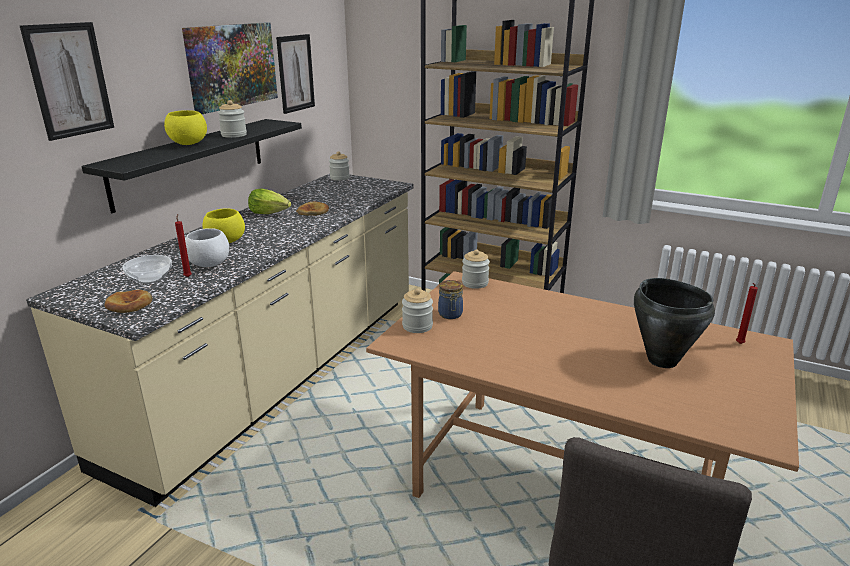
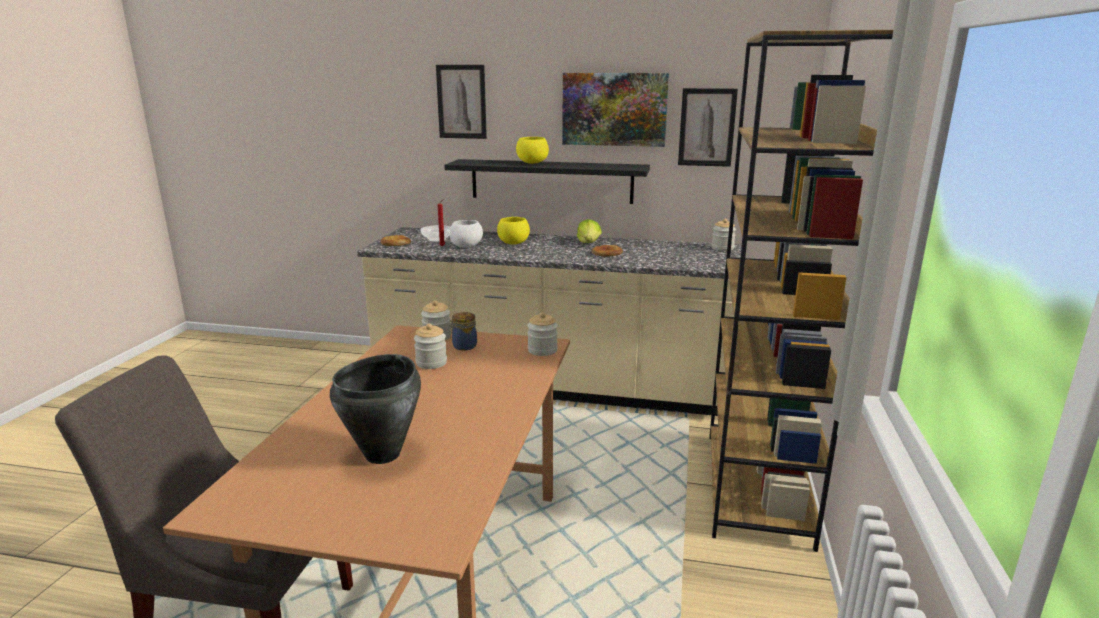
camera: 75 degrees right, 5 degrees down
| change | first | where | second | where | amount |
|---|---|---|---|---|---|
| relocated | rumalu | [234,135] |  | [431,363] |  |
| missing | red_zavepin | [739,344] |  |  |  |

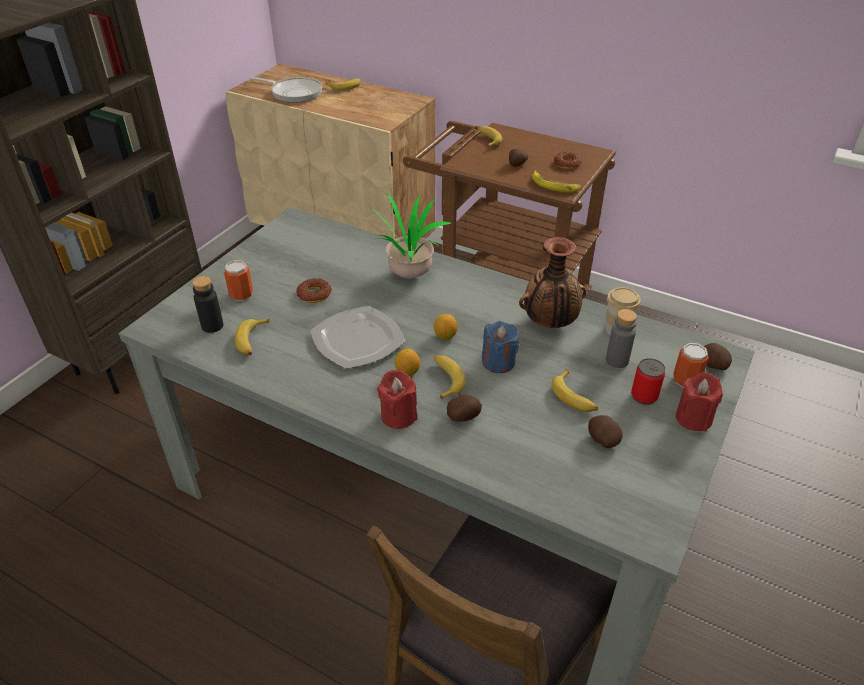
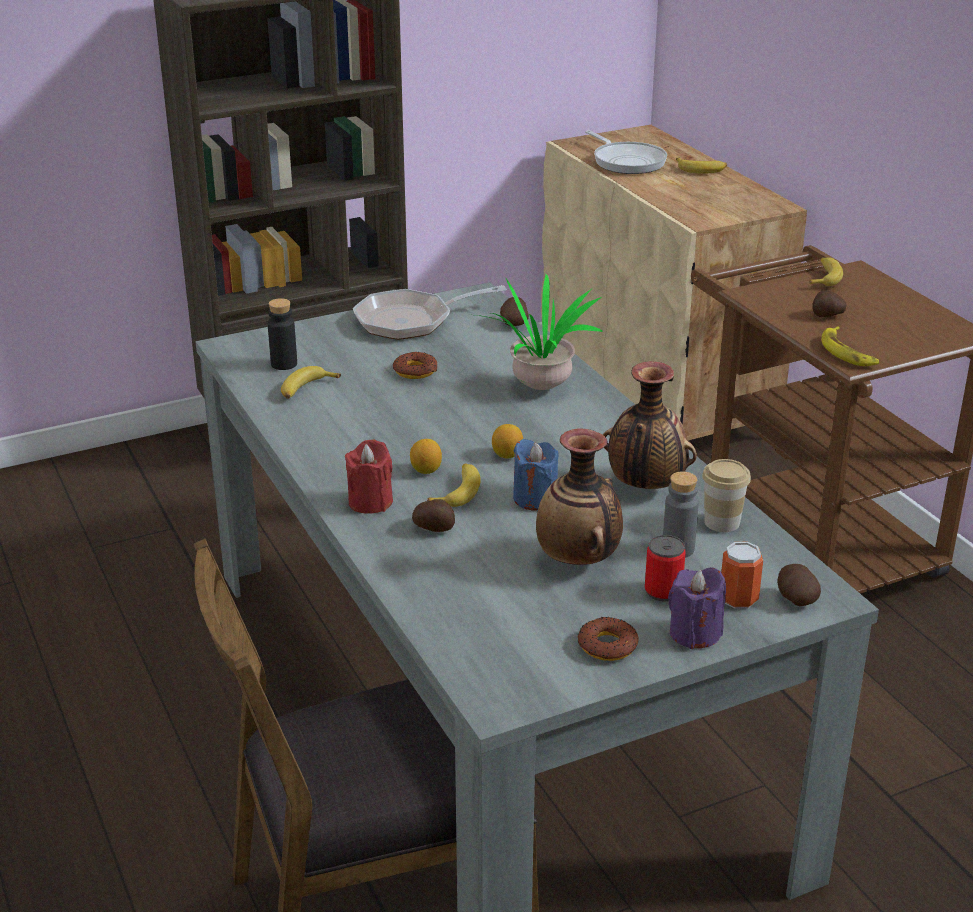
camera: 35 degrees right, 10 degrees down
| change | first | where | second | where | amount |
|---|---|---|---|---|---|
| relocated | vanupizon | [566,164] |  | [607,645] |  |
| missing | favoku | [241,294] |  |  |  |
| missing | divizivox | [357,340] |  |  |  |
| exchanged | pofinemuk | [574,397] | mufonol | [578,560] |  |
| colour | red_zavepin | [693,418] | purple_zavepin | [695,633] |  |
| relocated | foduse | [602,440] |  | [513,323] |  |
| appeared |  |  | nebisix | [411,321] |  |

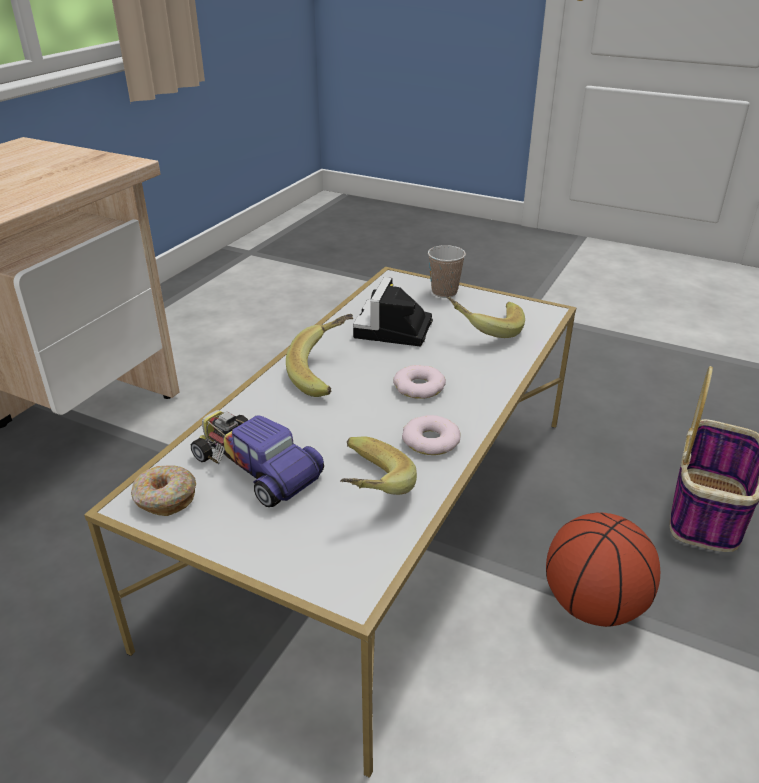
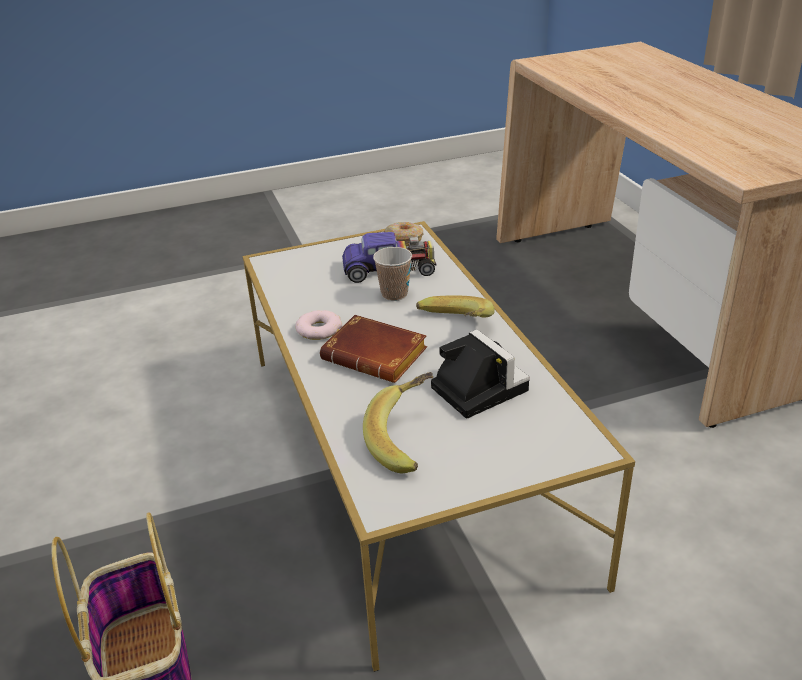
camera: 135 degrees right, 0 degrees up
| change | first | where | second | where | amount |
|---|---|---|---|---|---|
| relocated | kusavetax | [444,292] |  | [394,294] |  |
| exchanged | vanupizon | [419,387] | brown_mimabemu | [378,356] |  |
| missing | pofinemuk | [364,488] |  |  |  |
| missing | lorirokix | [593,605] |  |  |  |

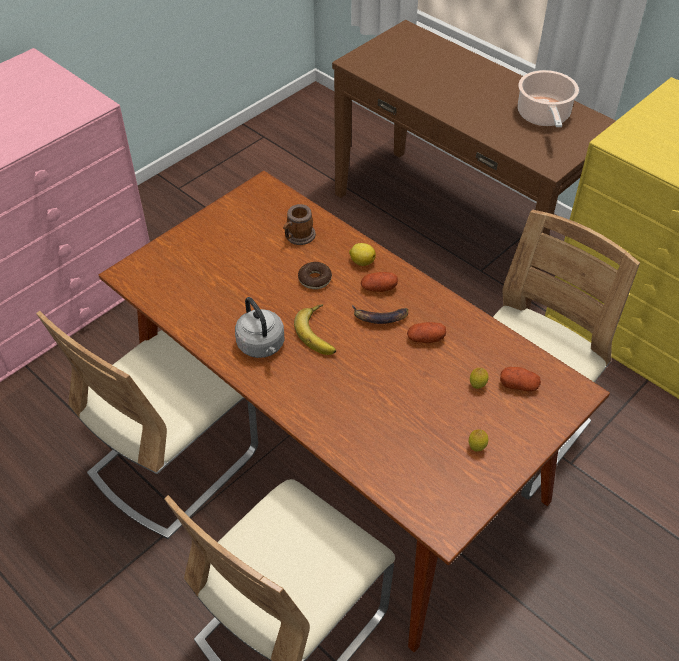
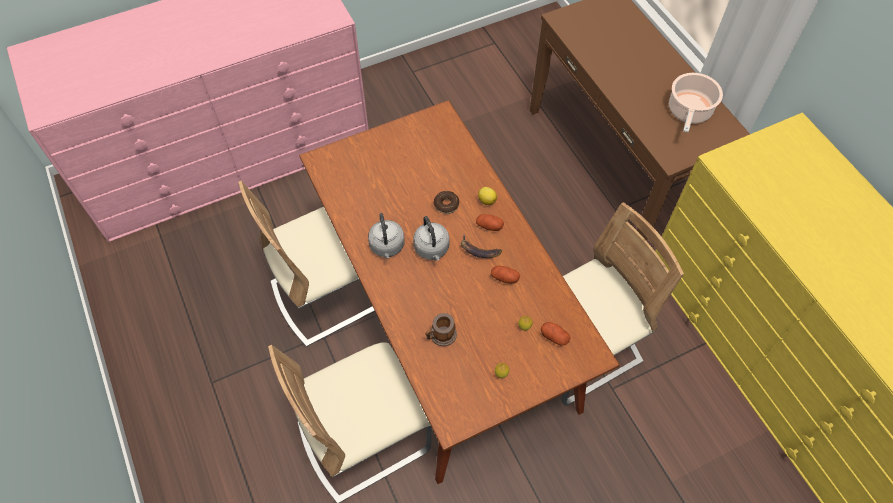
camera: 20 degrees right, 10 degrees up
| change | first | where | second | where | amount |
|---|---|---|---|---|---|
| relocated | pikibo | [298,237] |  | [440,336] |  |
| exchanged | pofinemuk | [320,333] | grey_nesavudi | [432,249] |  |

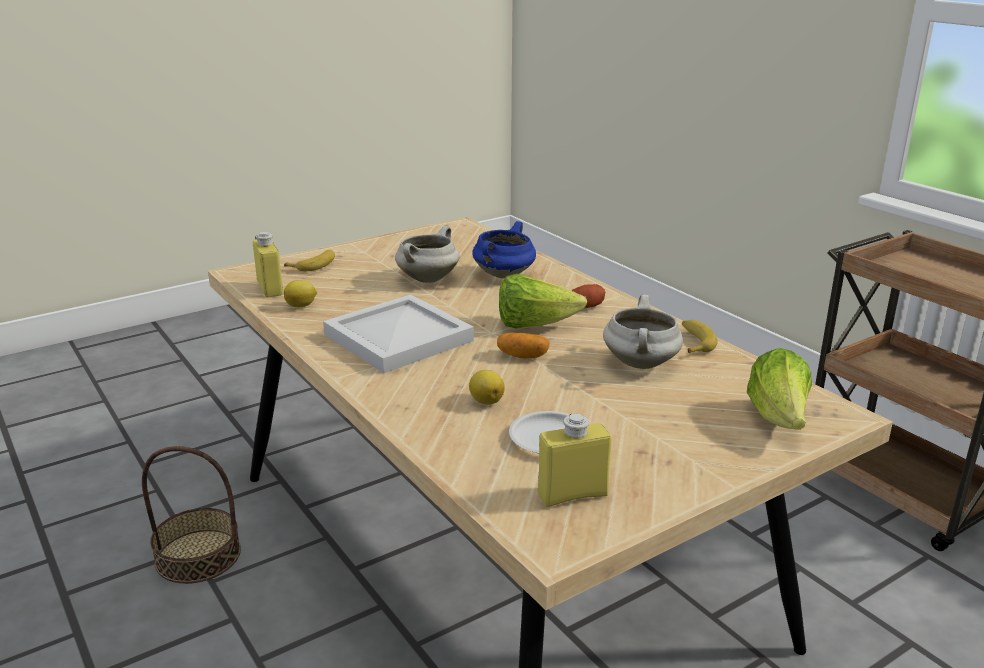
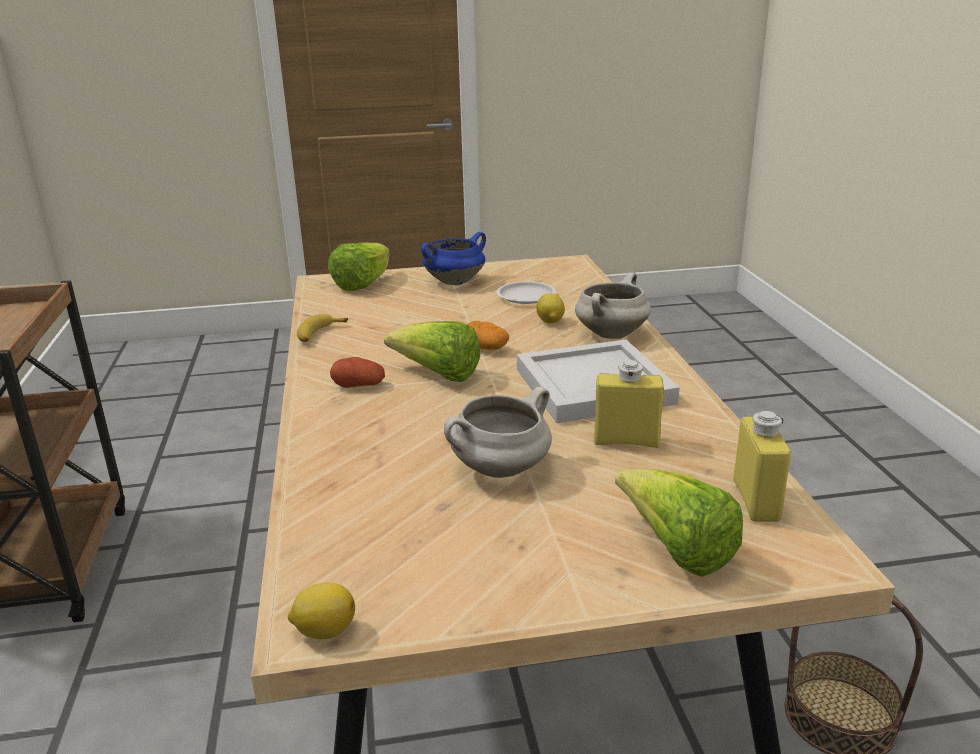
camera: 155 degrees left, 0 degrees up
| change | first | where | second | where | amount |
|---|---|---|---|---|---|
| relocated | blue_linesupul | [504,276] |  | [455,282] |  |
| exchanged | pofinemuk | [314,265] | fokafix | [676,550] |  |
| relocated | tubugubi | [301,306] |  | [324,631] |  |
| relocated | white_linesupul | [641,364] |  | [611,334] |  |
| relocated | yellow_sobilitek | [572,495] |  | [626,441] |  |

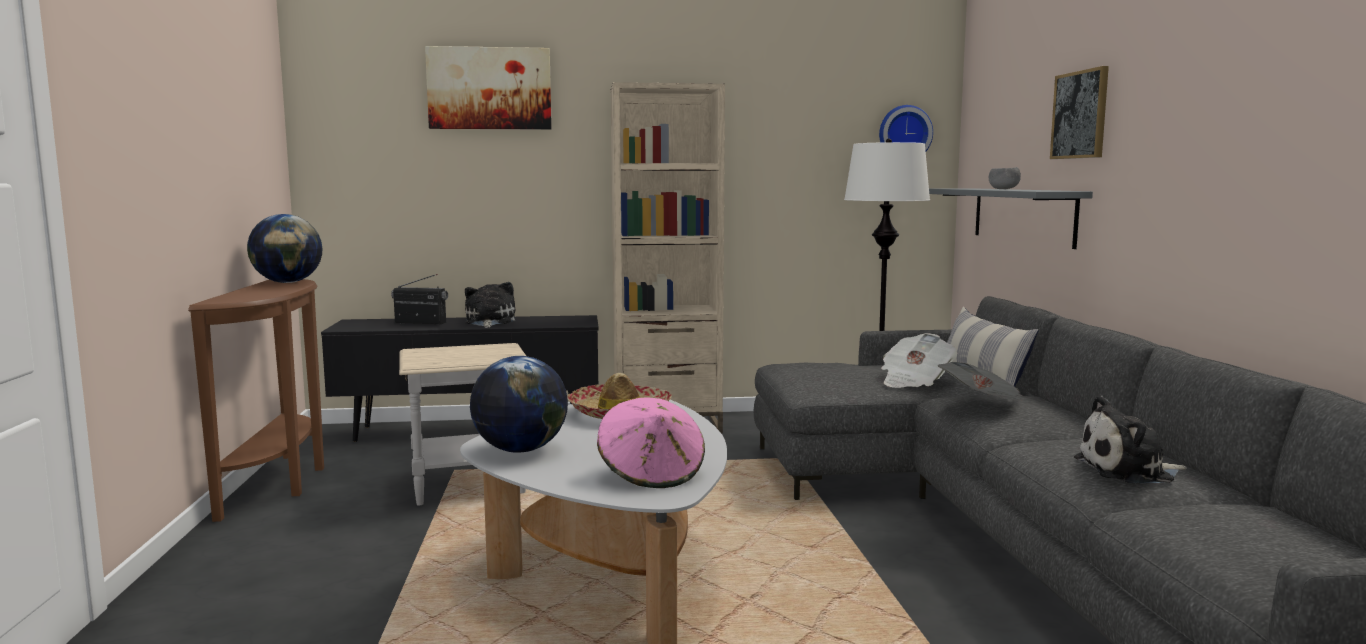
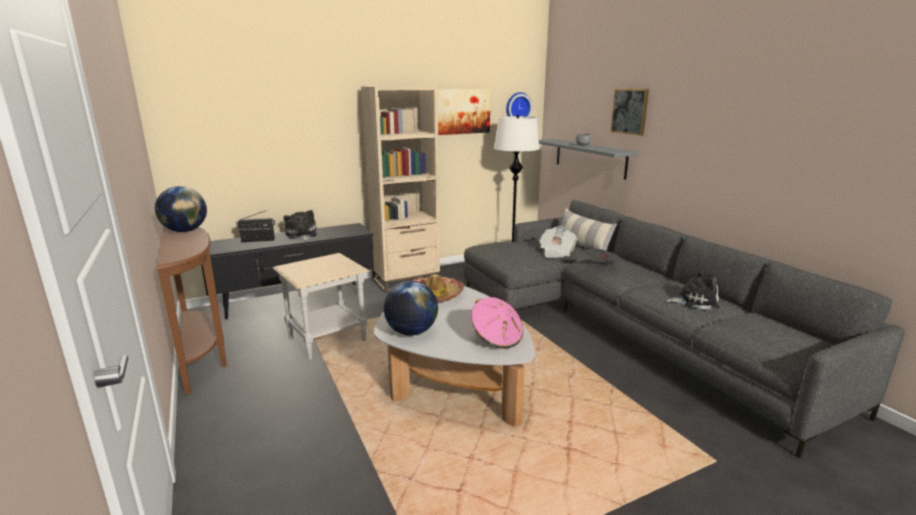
camera: 20 degrees left, 10 degrees up
| change | first | where | second | where | amount |
|---|---|---|---|---|---|
| relocated | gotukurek | [489,88] |  | [459,111] |  |
| spun | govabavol | [1129,471] |  | [694,301] | 150 degrees counterclockwise |

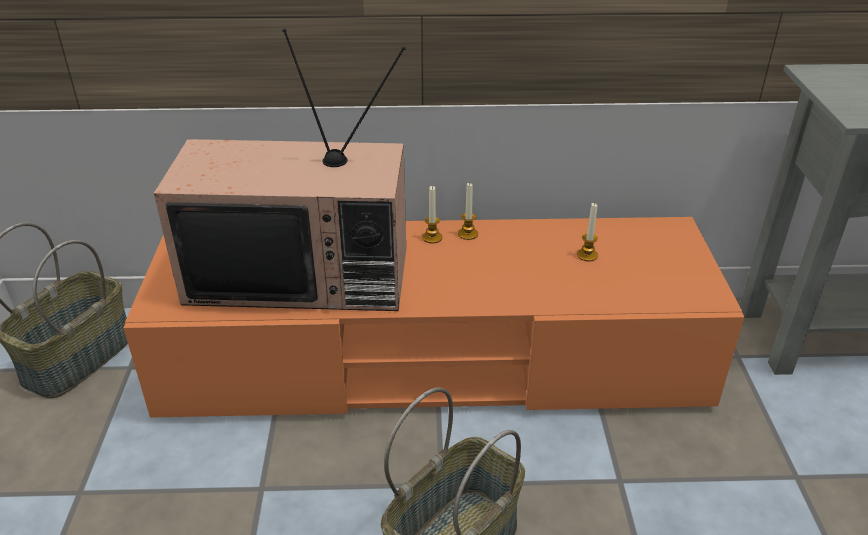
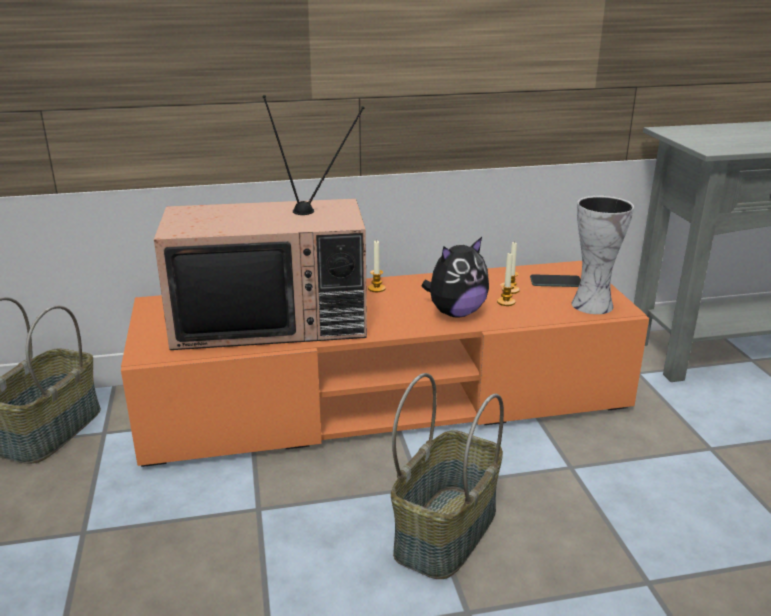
camera: 10 degrees left, 10 degrees down
| change | first | where | second | where | amount |
|---|---|---|---|---|---|
| relocated | zavepin | [468,234] |  | [506,302] |  |
| appeared |  |  | mufonol | [590,304] |  |
| appeared |  |  | govabavol | [455,313] |  |
| appeared |  |  | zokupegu | [555,282] |  |

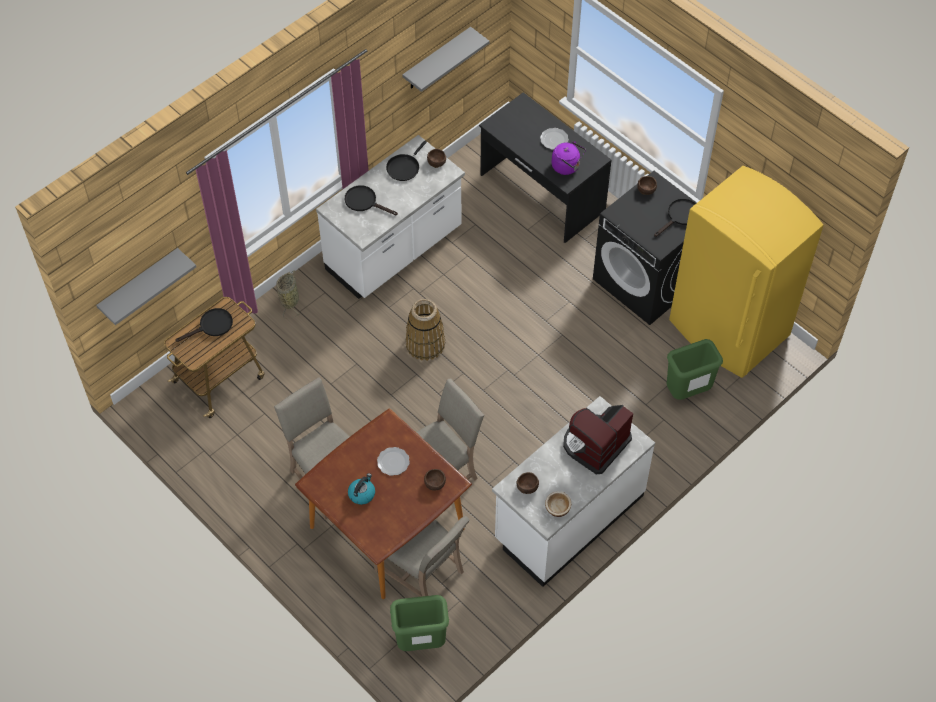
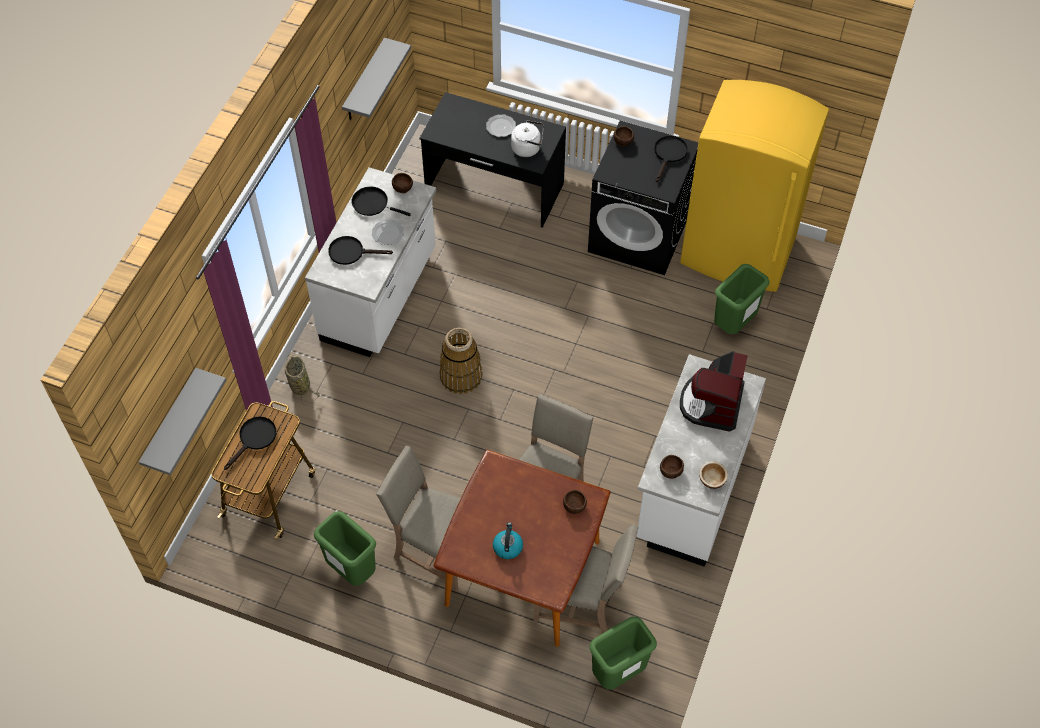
camera: 25 degrees left, 0 degrees up
| change | first | where | second | where | amount |
|---|---|---|---|---|---|
| spun | black_nebisix | [404,167] |  | [373,204] | 105 degrees clockwise |
| colour | purple_nesavudi | [567,167] | white_nesavudi | [528,148] |  |
| relocated | divizivox | [393,462] |  | [387,233] |  |
| appeared |  |  | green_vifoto | [351,570] |  |

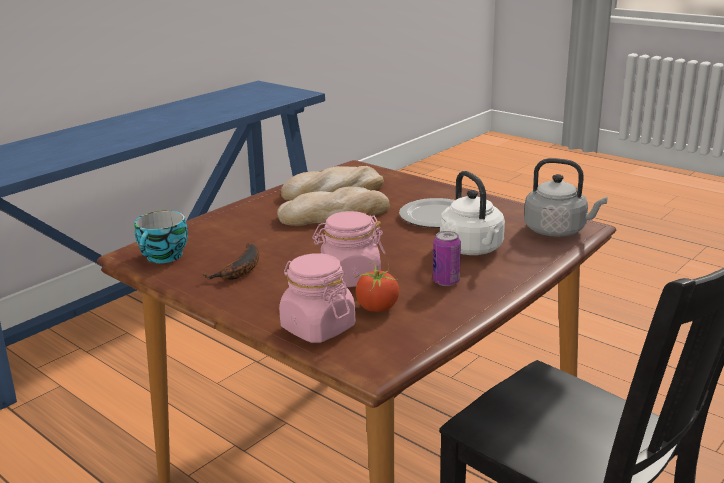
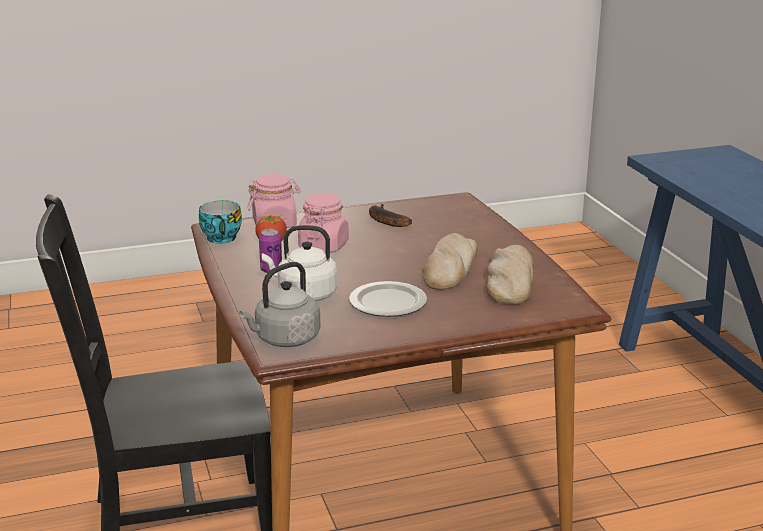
camera: 120 degrees right, 0 degrees up
| change | first | where | second | where | amount |
|---|---|---|---|---|---|
| relocated | kusavetax | [164,257] |  | [219,237] |  |

